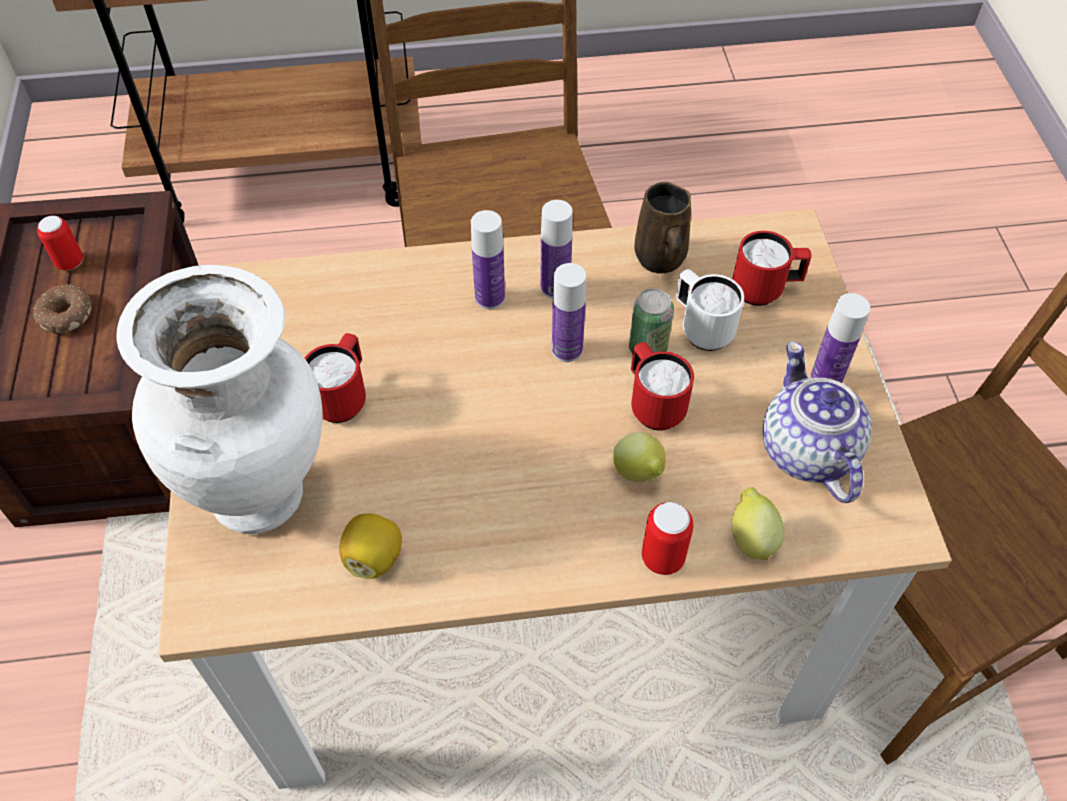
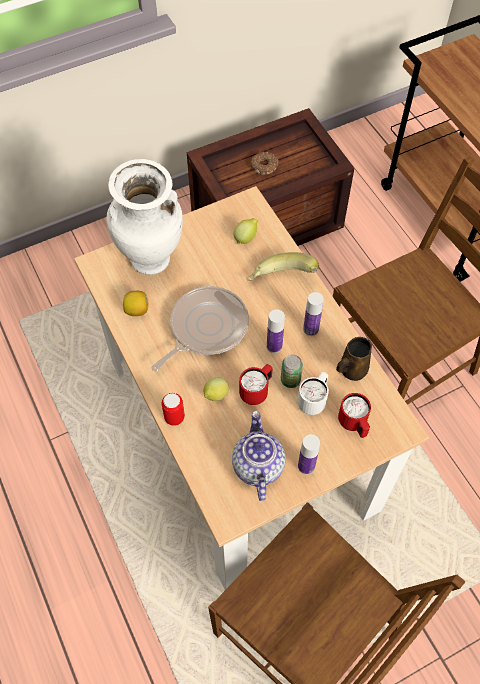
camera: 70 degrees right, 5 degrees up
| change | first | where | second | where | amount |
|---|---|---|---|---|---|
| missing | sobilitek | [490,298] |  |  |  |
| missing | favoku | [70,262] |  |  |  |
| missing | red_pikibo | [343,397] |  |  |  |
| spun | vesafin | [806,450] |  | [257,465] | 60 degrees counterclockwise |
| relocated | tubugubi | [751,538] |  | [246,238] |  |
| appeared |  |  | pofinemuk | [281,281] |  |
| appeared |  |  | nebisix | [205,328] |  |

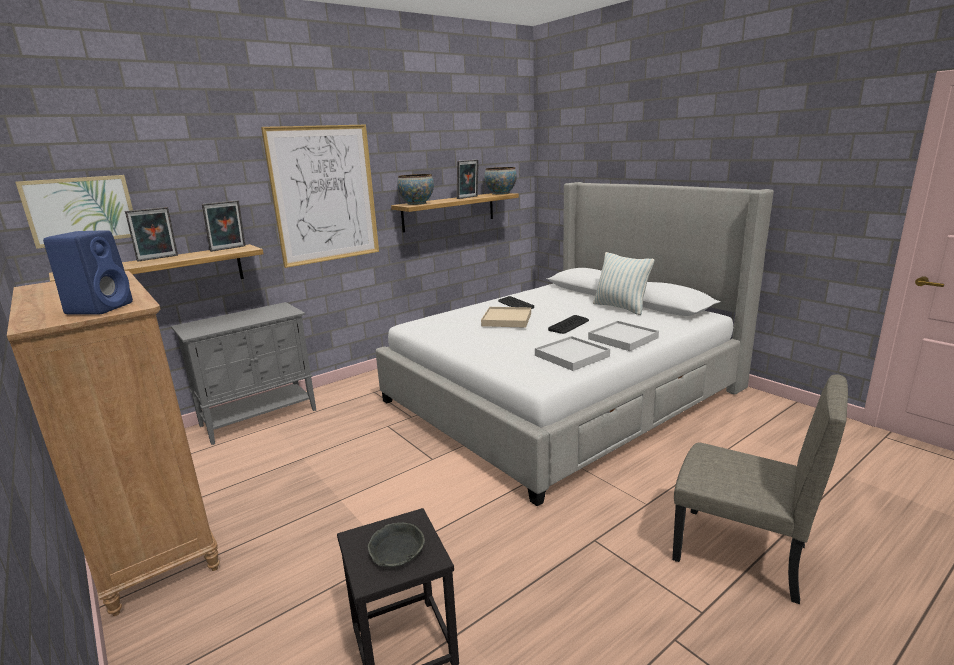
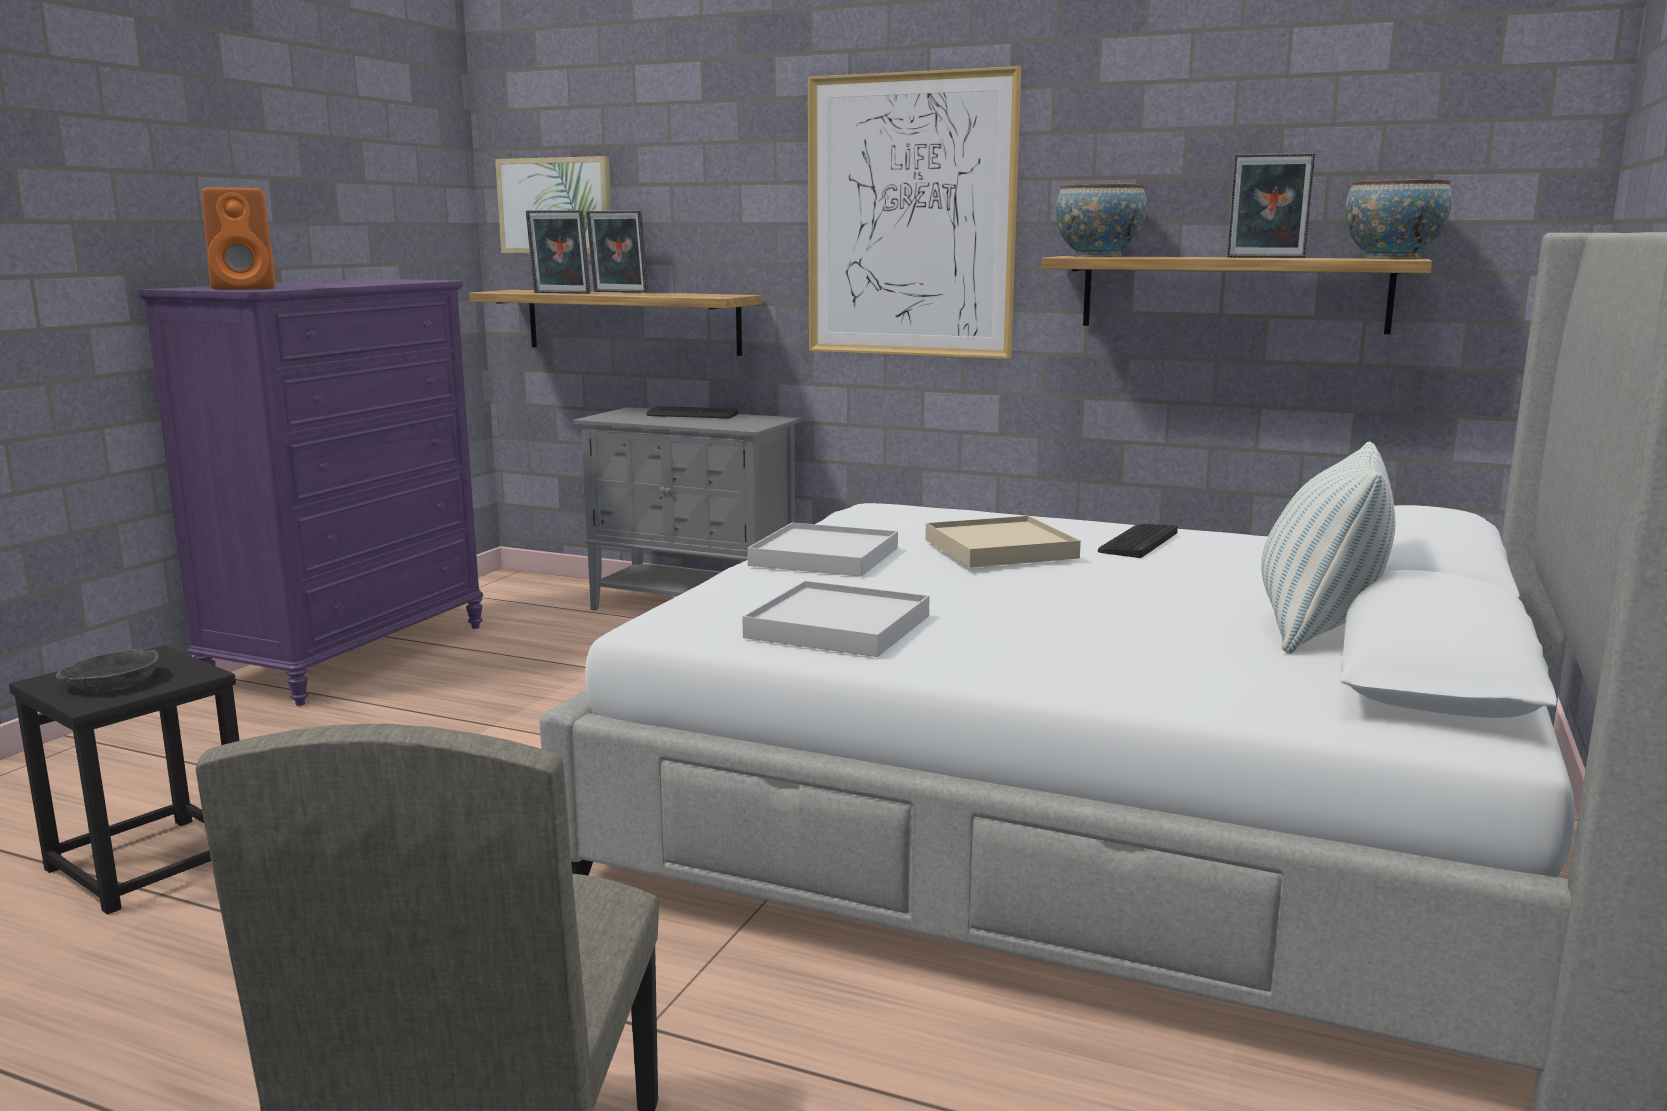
camera: 60 degrees right, 5 degrees down
| change | first | where | second | where | amount |
|---|---|---|---|---|---|
| relocated | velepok | [228,249] |  | [560,293] |  |
| colour | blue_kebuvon | [101,308] | orange_kebuvon | [247,288] |  |
| colour | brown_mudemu | [150,539] | purple_mudemu | [350,654] |  |
| relocated | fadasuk | [569,325] |  | [692,414] |  |
| relocated | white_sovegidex | [622,338] |  | [824,556] |  |

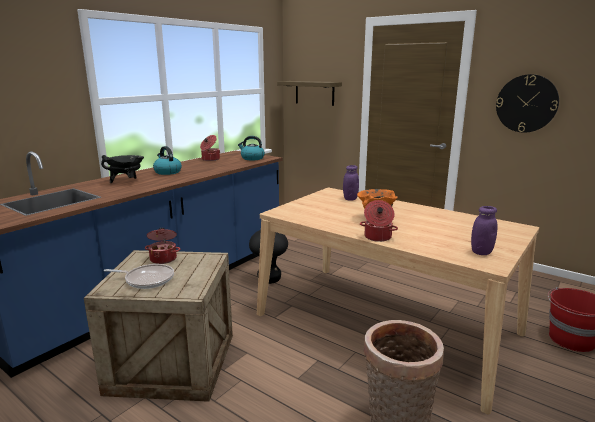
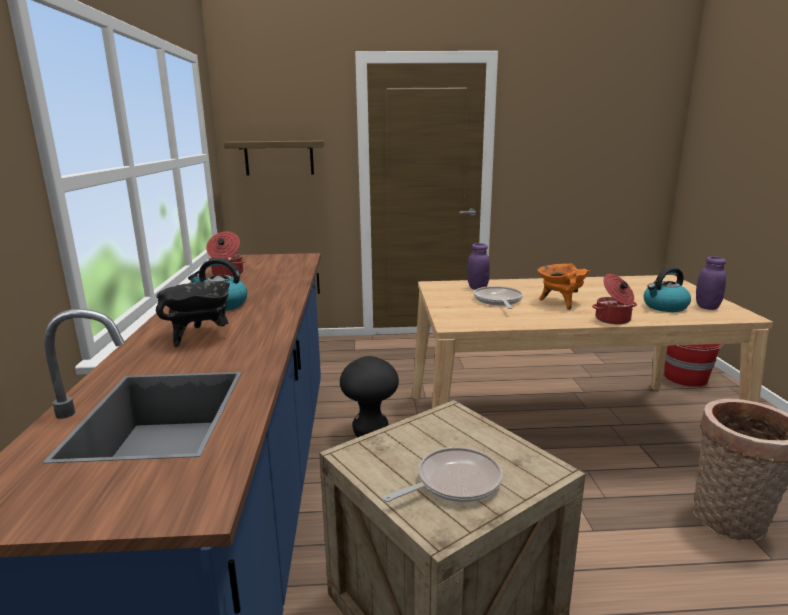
camera: 40 degrees left, 0 degrees up
| change | first | where | second | where | amount |
|---|---|---|---|---|---|
| missing | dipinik | [526,103] |  |  |  |
| relocated | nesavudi | [252,158] |  | [664,307] |  |
| missing | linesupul | [164,259] |  |  |  |
| appeared |  |  | nebisix | [498,301] |  |

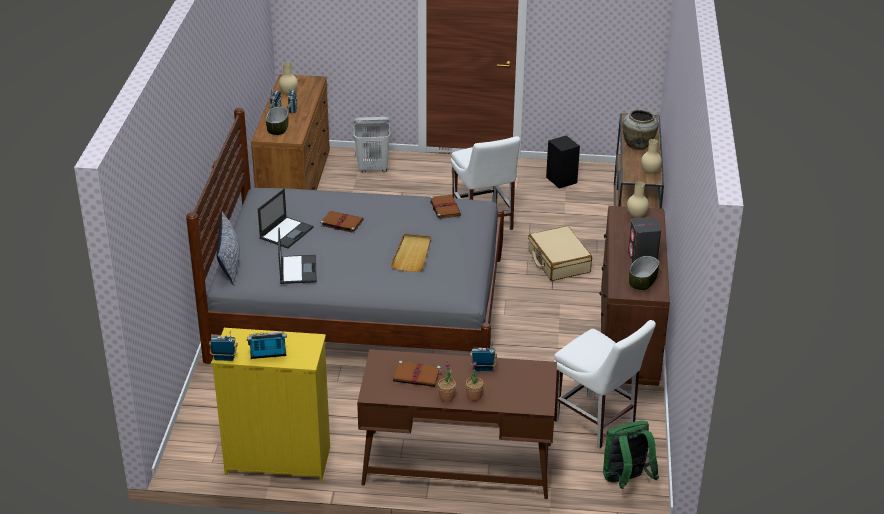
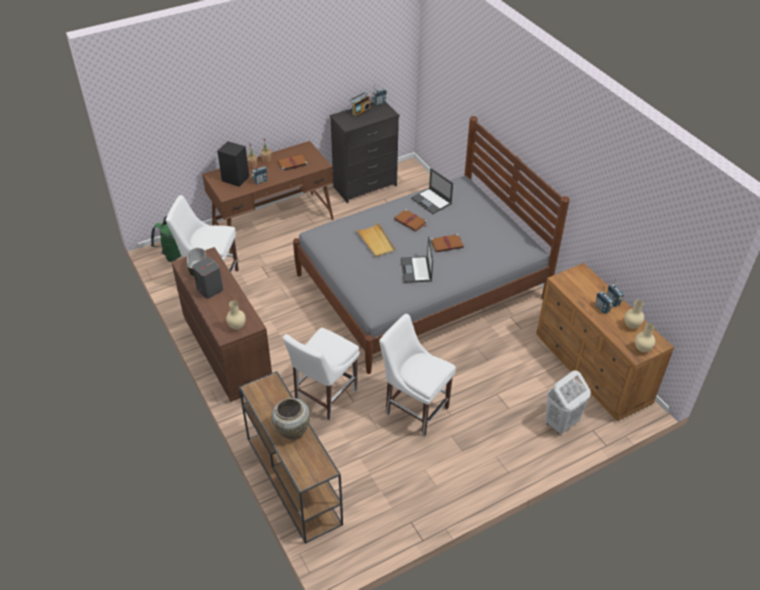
camera: 145 degrees right, 10 degrees up
| change | first | where | second | where | amount |
|---|---|---|---|---|---|
| missing | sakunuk | [277,129] |  |  |  |
| relocated | black_kebuvon | [562,180] |  | [235,178] |  |
| relocated | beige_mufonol | [650,172] |  | [642,349] |  |
| relocated | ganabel | [286,232] |  | [416,270] |  |
| relocated | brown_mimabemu | [445,208] |  | [411,221] |  |
| missing | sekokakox | [230,262] |  |  |  |
| exchanged | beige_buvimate | [558,261] | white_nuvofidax | [324,397] |  |
| colour | yellow_mudemu | [277,460] | black_mudemu | [365,186] |  |

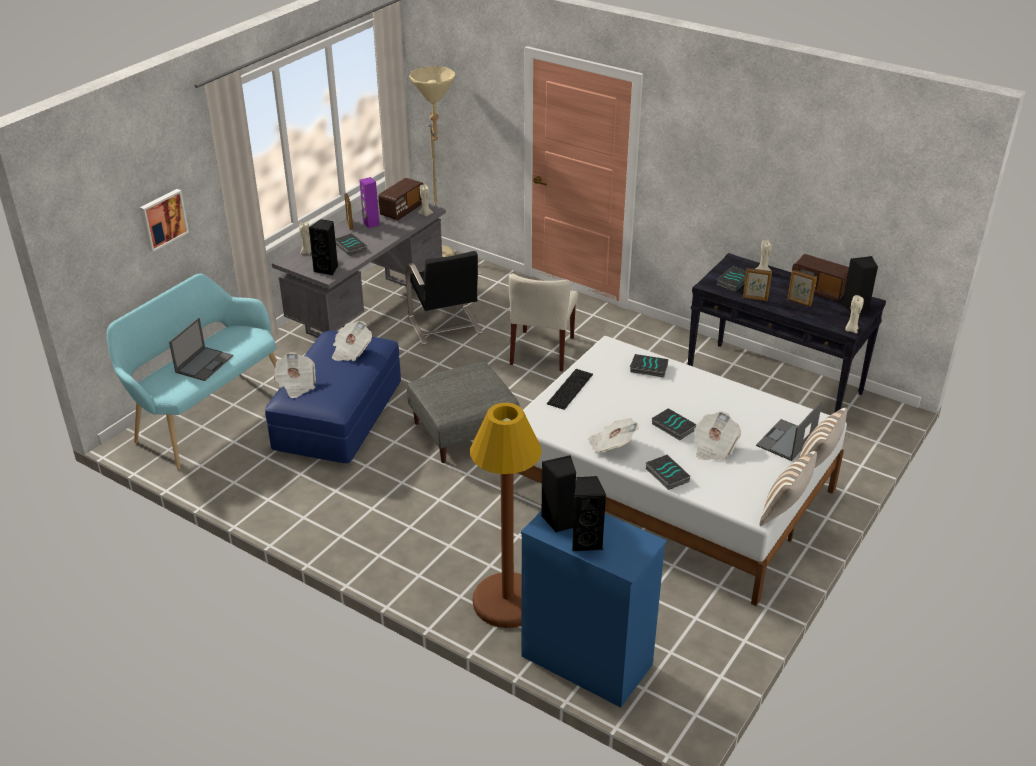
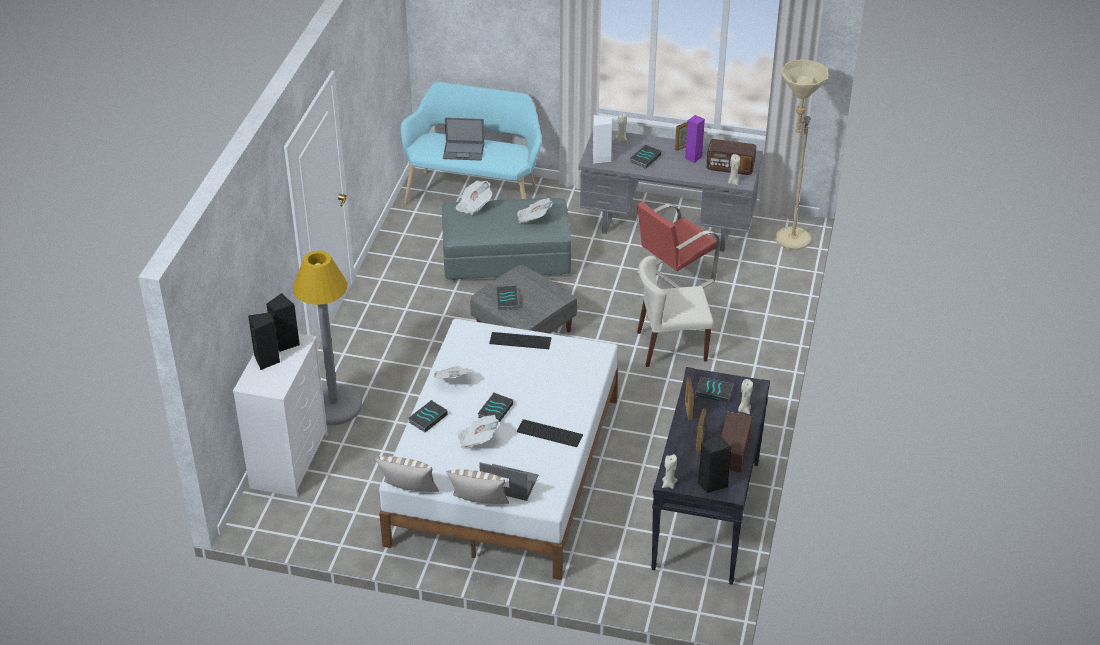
camera: 70 degrees right, 5 degrees up
| change | first | where | second | where | amount |
|---|---|---|---|---|---|
| missing | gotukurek | [162,219] |  |  |  |
| colour | black_kebuvon | [327,269] | white_kebuvon | [601,158] |  |
| colour | black_nuvofidax | [445,326] | red_nuvofidax | [674,277] |  |
| colour | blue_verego | [339,418] | grey_verego | [506,258] |  |
| relocated | mimabemu | [648,368] |  | [506,300] |  |
| colour | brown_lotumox | [508,601] | grey_lotumox | [334,406] |  |
| colour | blue_mudemu | [585,660] | white_mudemu | [289,460] |  |
| appeared |  |  | fadasuk | [549,433] |  |

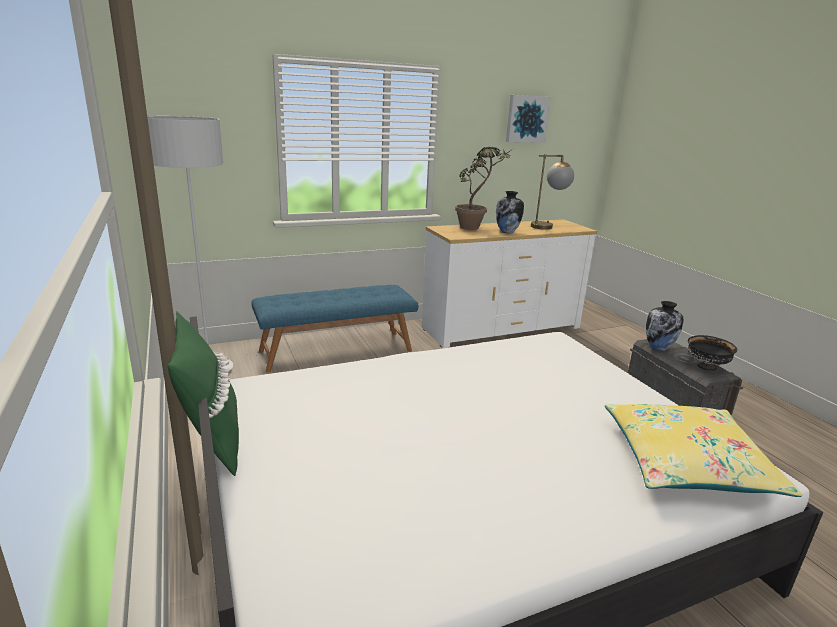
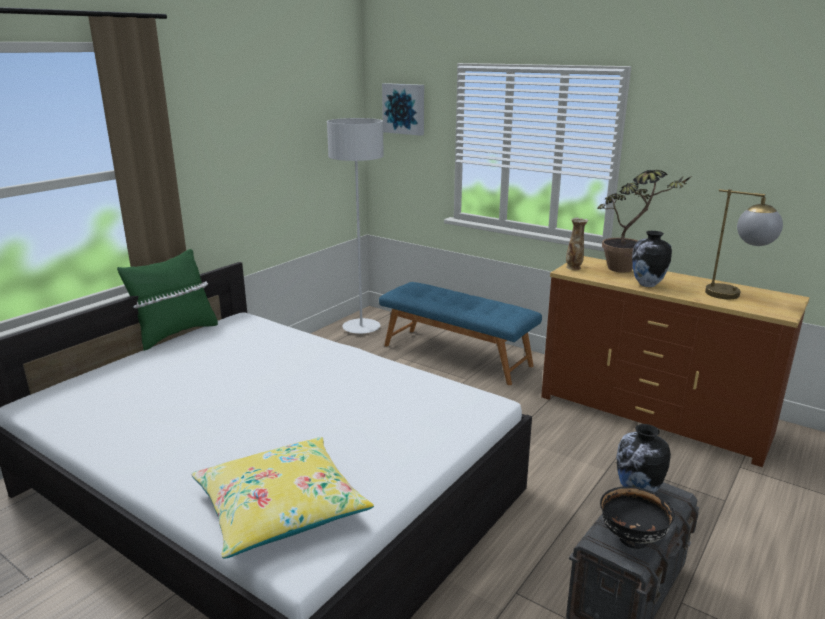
camera: 60 degrees right, 0 degrees up
| change | first | where | second | where | amount |
|---|---|---|---|---|---|
| relocated | gotukurek | [526,119] |  | [404,109] |  |
| colour | white_mudemu | [501,328] | brown_mudemu | [652,414] |  |
| appeared |  |  | mufonol | [574,268] |  |

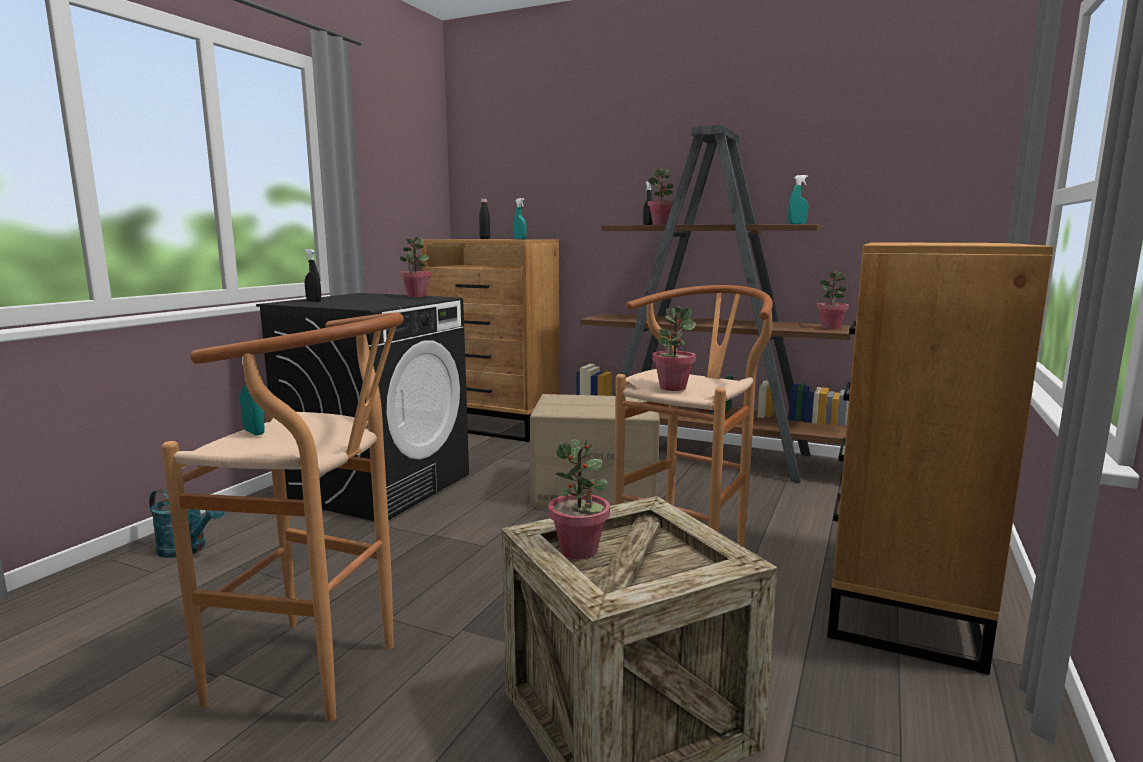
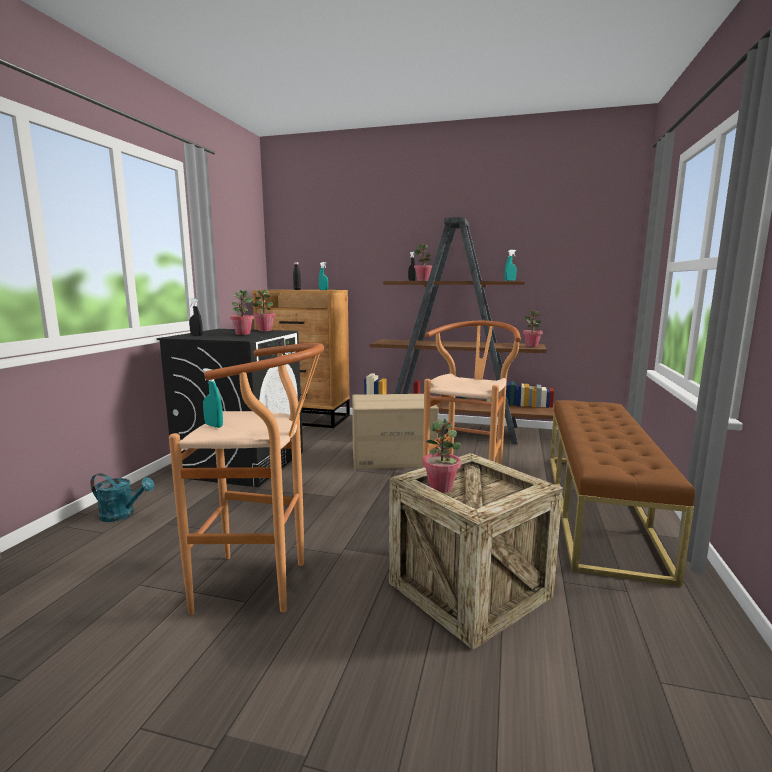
camera: 10 degrees left, 0 degrees up
| change | first | where | second | where | amount |
|---|---|---|---|---|---|
| exchanged | brown_mudemu | [901,598] | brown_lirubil | [599,507] |  |
| relocated | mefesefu | [672,388] |  | [243,334] |  |

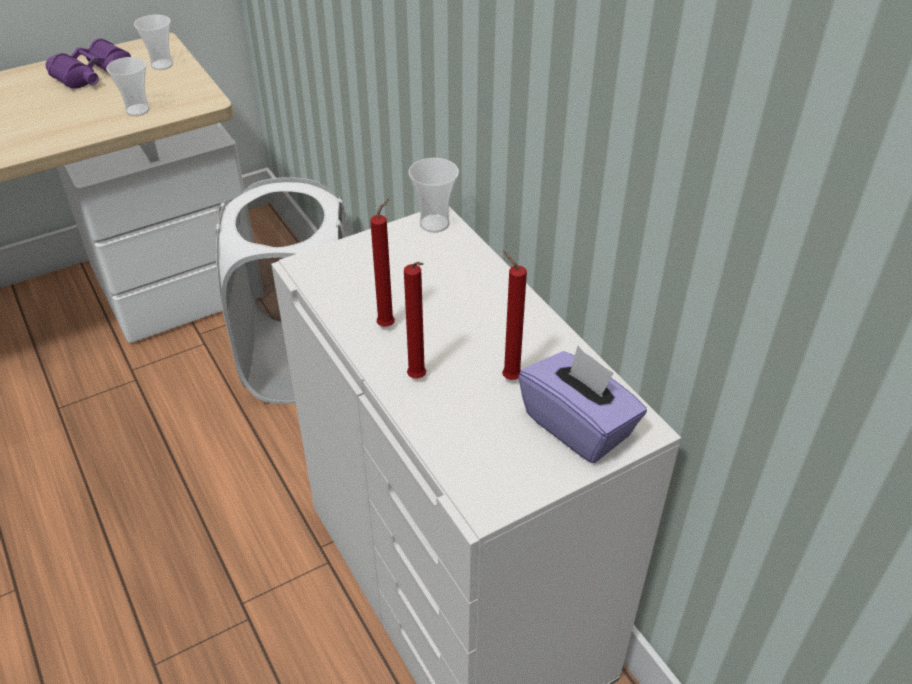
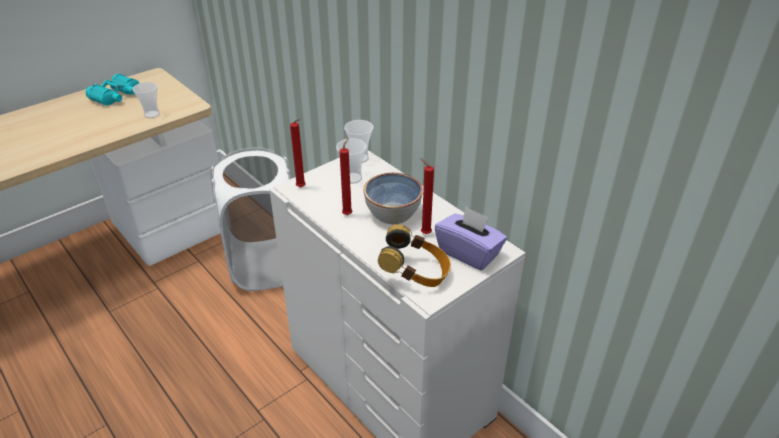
camera: 10 degrees left, 5 degrees down
| change | first | where | second | where | amount |
|---|---|---|---|---|---|
| relocated | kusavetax | [162,65] |  | [352,178] |  |
| colour | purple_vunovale | [93,74] | turquoise_vunovale | [116,96] |  |
| relocated | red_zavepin | [418,379] |  | [302,188] |  |
| appeared |  |  | sakunuk | [392,214] |  |
| appeared |  |  | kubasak | [415,274] |  |

